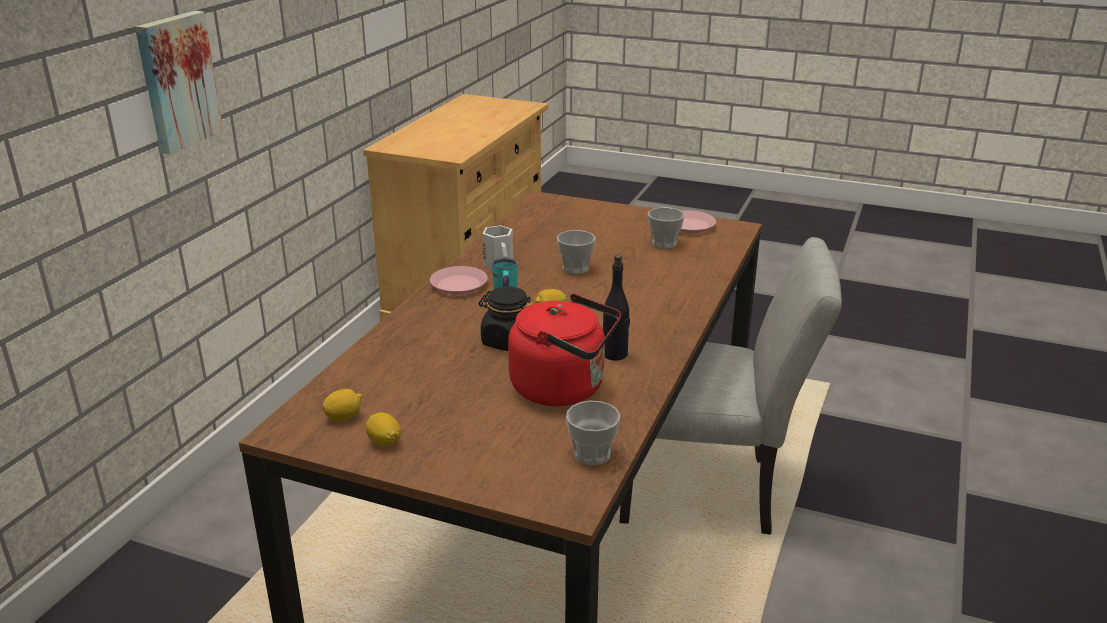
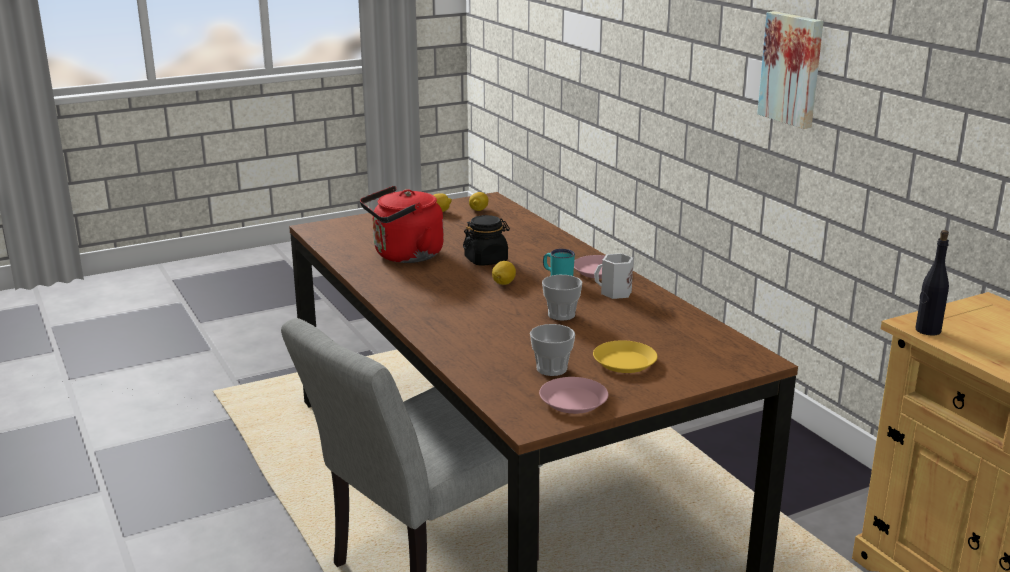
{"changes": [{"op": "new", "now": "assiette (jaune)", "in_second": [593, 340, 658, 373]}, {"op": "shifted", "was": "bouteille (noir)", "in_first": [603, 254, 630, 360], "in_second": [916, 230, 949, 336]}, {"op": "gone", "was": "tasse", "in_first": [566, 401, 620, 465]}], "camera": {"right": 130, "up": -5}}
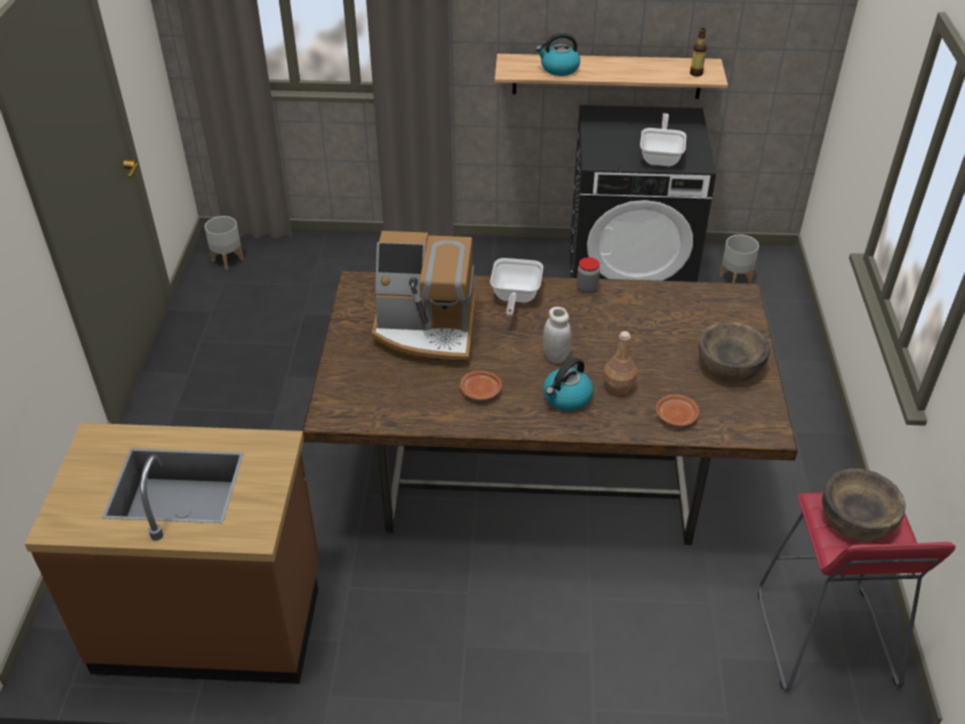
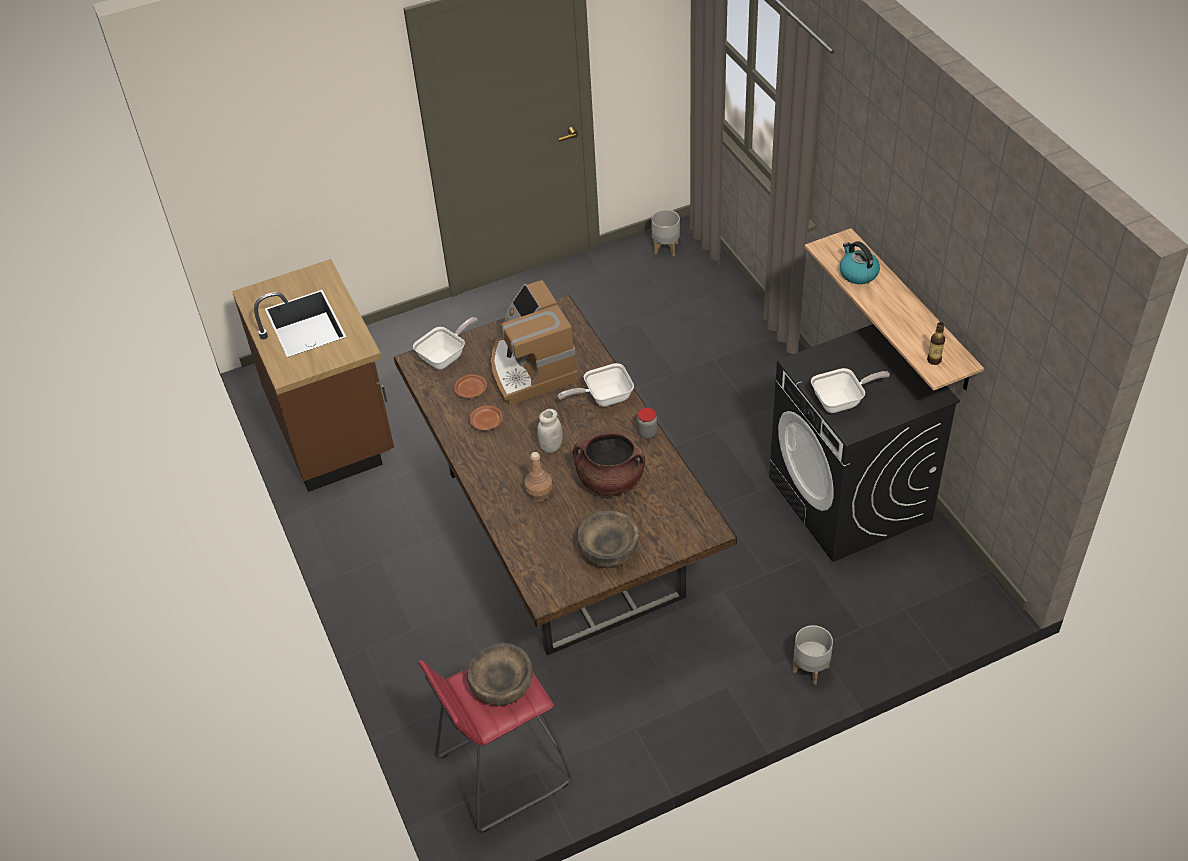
{"changes": [{"op": "new", "now": "poêle", "in_second": [413, 317, 478, 370]}, {"op": "shifted", "was": "assiette (marron)", "in_first": [656, 394, 699, 426], "in_second": [454, 374, 487, 398]}, {"op": "new", "now": "marmite (marron)", "in_second": [573, 432, 645, 496]}, {"op": "shifted", "was": "cache-pot (gris)", "in_first": [720, 235, 759, 283], "in_second": [793, 625, 833, 685]}, {"op": "gone", "was": "bouilloire", "in_first": [543, 358, 593, 411]}], "camera": {"right": 65, "up": 5}}
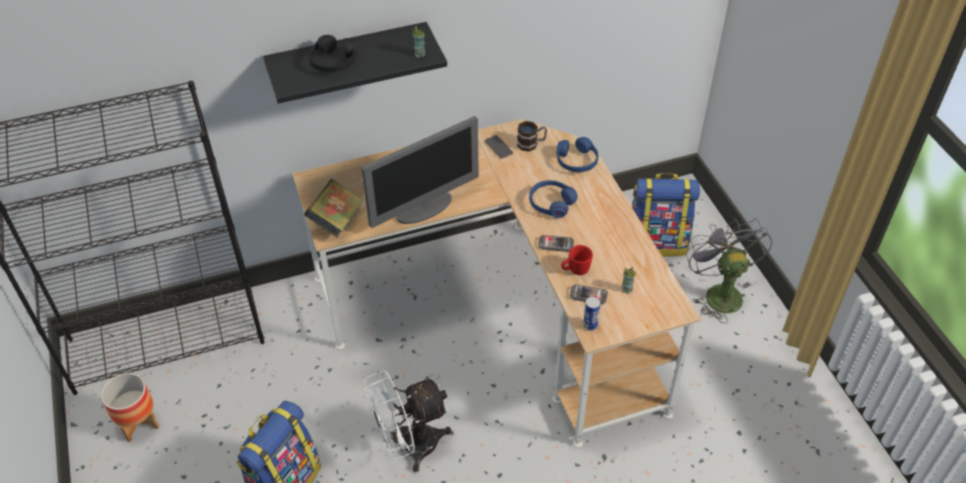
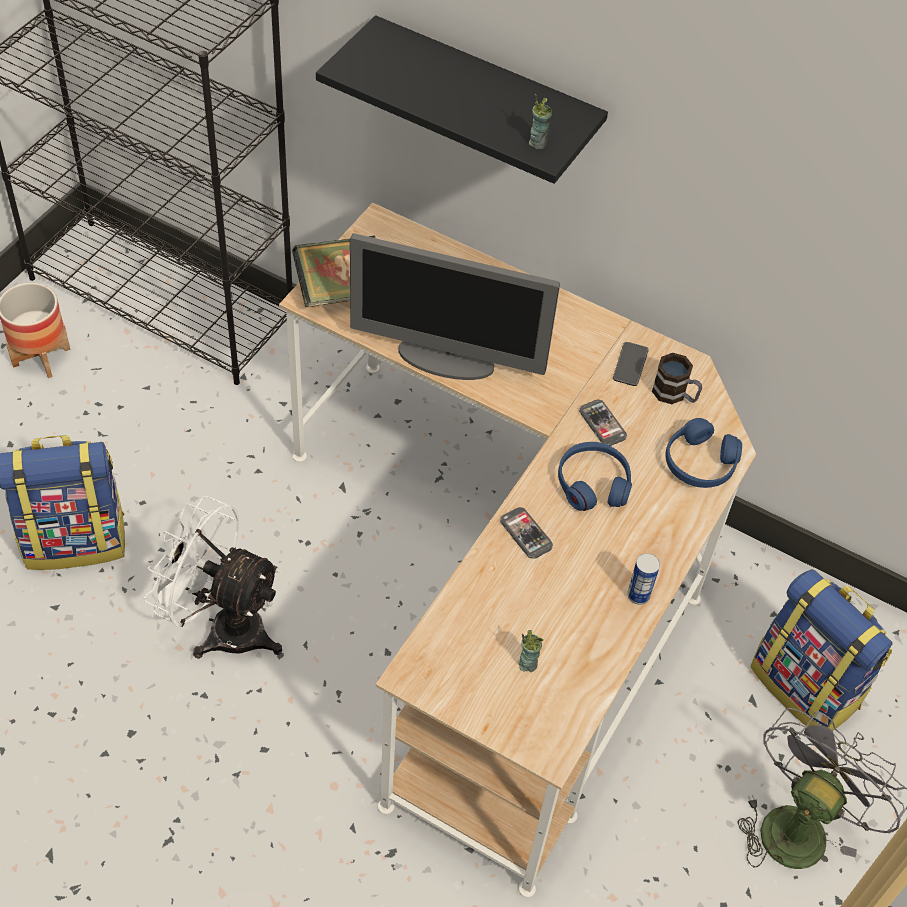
{"changes": [{"op": "shifted", "was": "téléphone", "in_first": [570, 284, 608, 305], "in_second": [579, 400, 627, 446]}, {"op": "shifted", "was": "boîte métallique", "in_first": [583, 297, 601, 331], "in_second": [627, 553, 660, 605]}, {"op": "gone", "was": "casque audio (noir)", "in_first": [308, 35, 357, 72]}, {"op": "gone", "was": "mug (rouge)", "in_first": [561, 245, 593, 275]}], "camera": {"right": 45, "up": 5}}
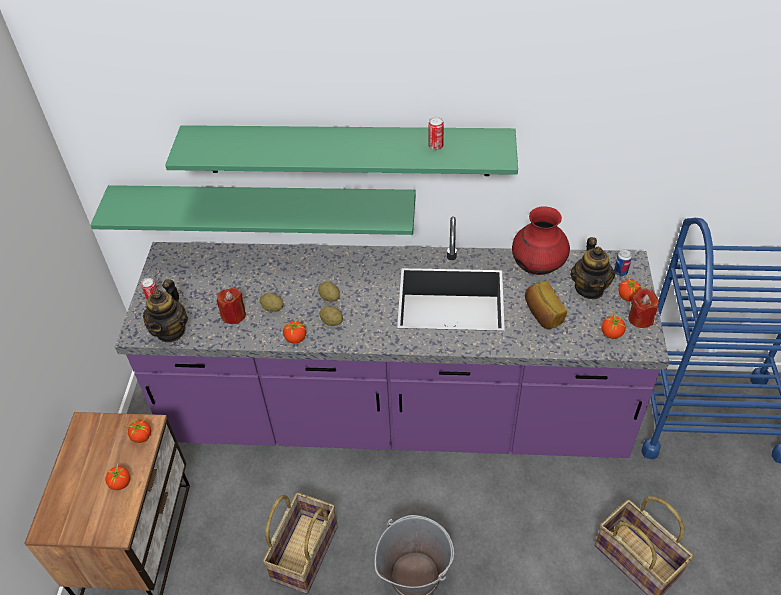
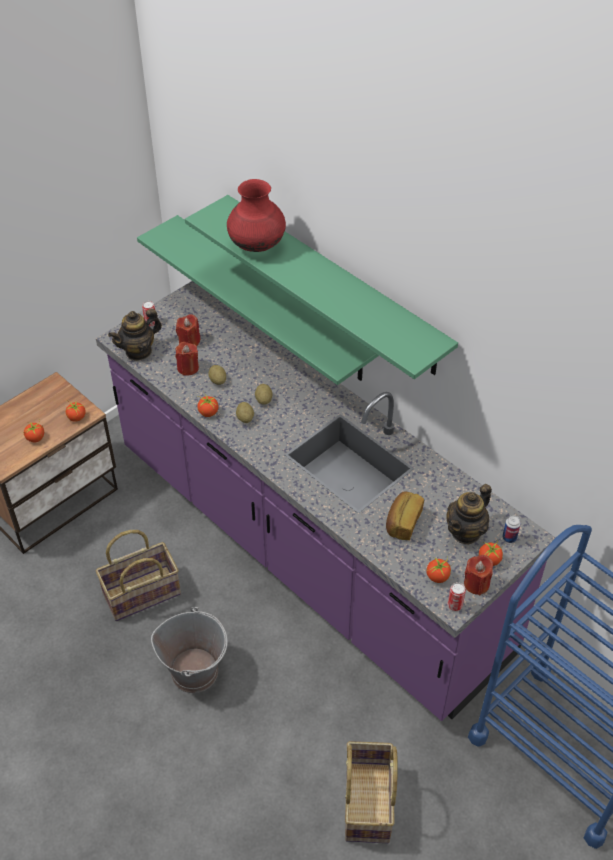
{"changes": [{"op": "new", "now": "bougie (rouge)", "in_second": [176, 314, 200, 346]}, {"op": "shifted", "was": "vase (rouge)", "in_first": [512, 206, 570, 275], "in_second": [227, 179, 286, 252]}, {"op": "shifted", "was": "boîte métallique", "in_first": [428, 117, 444, 150], "in_second": [448, 582, 466, 611]}], "camera": {"right": 40, "up": 0}}
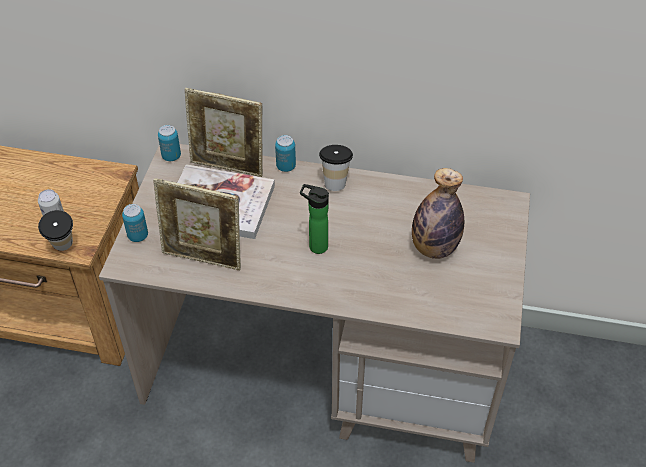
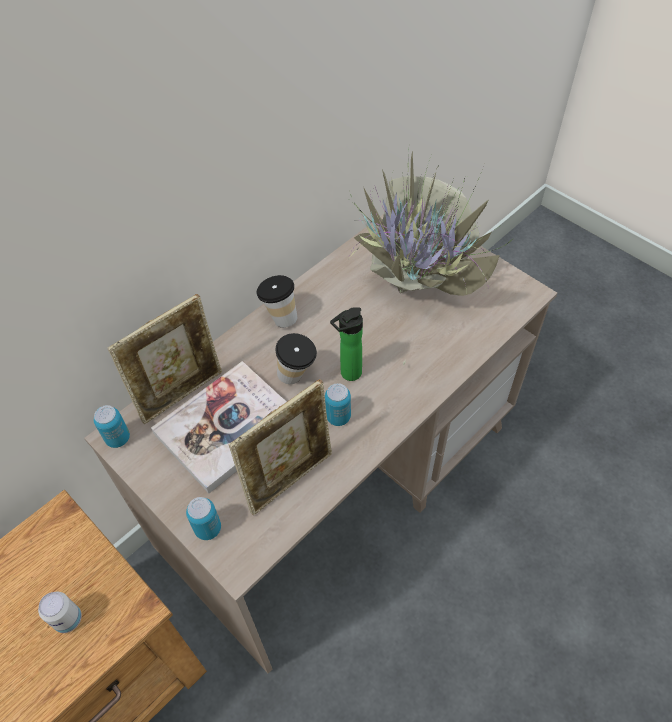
{"changes": [{"op": "shifted", "was": "tasse", "in_first": [38, 210, 73, 251], "in_second": [276, 333, 317, 384]}, {"op": "swapped", "was": "bouteille", "now": "plante en pot", "in_first": [412, 168, 464, 259], "in_second": [324, 150, 512, 366]}, {"op": "shifted", "was": "boîte métallique", "in_first": [275, 135, 296, 172], "in_second": [325, 383, 351, 426]}], "camera": {"right": -55, "up": 5}}
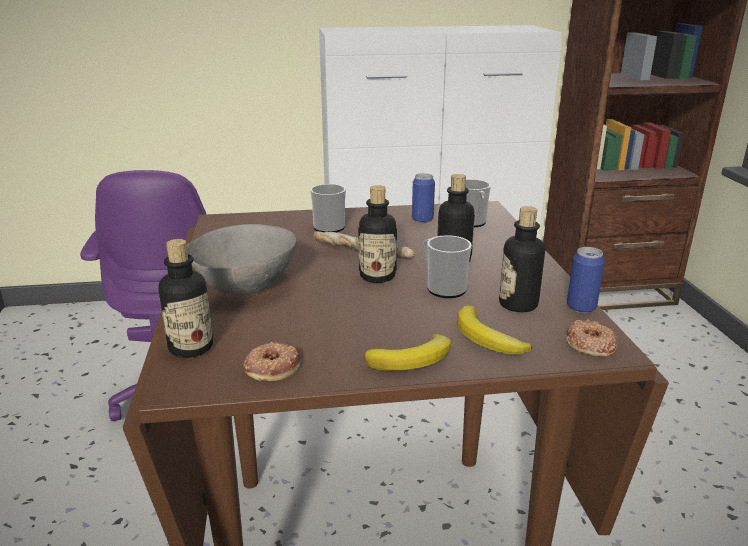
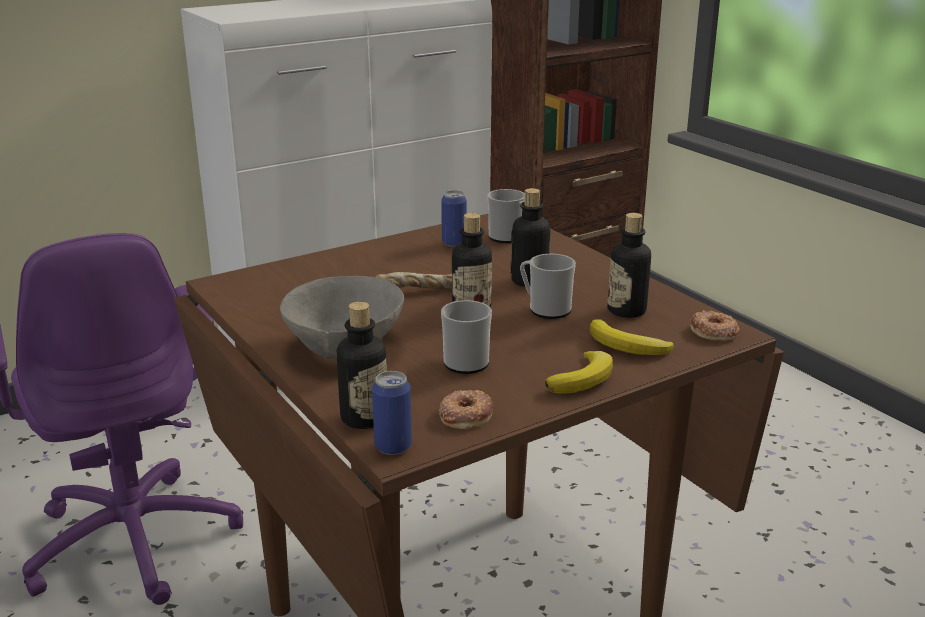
{"changes": [{"op": "shifted", "was": "boîte métallique", "in_first": [567, 247, 605, 313], "in_second": [372, 371, 412, 455]}, {"op": "shifted", "was": "mug", "in_first": [310, 184, 346, 232], "in_second": [441, 300, 492, 374]}], "camera": {"right": -25, "up": 0}}
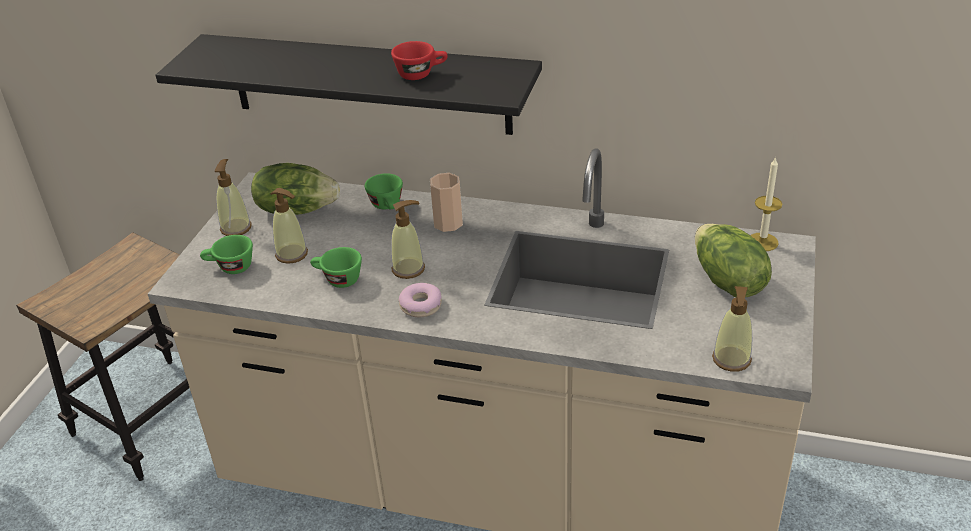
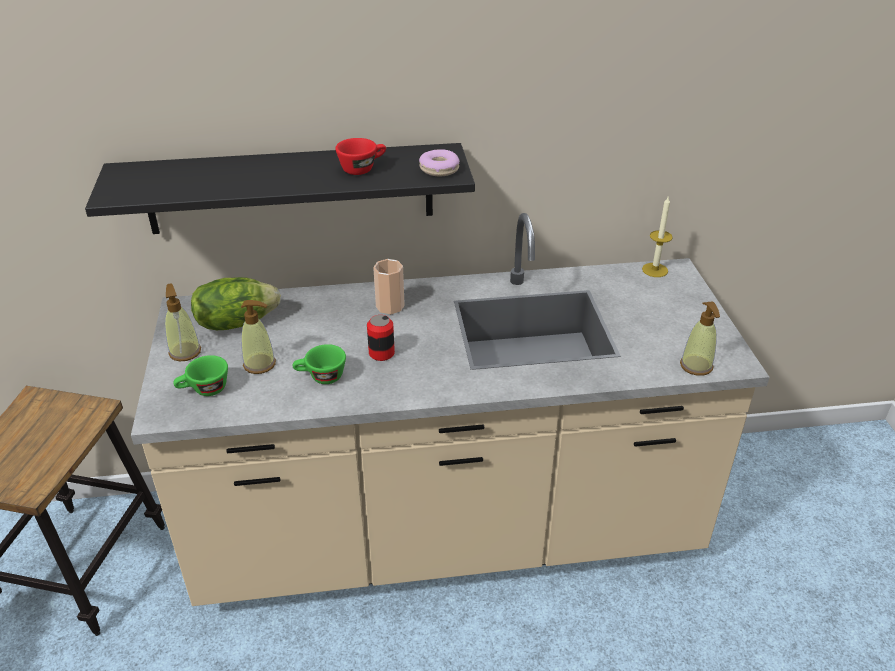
{"changes": [{"op": "swapped", "was": "distributeur de savon", "now": "boîte métallique", "in_first": [391, 200, 425, 279], "in_second": [367, 315, 395, 361]}, {"op": "shifted", "was": "beignet", "in_first": [399, 283, 442, 317], "in_second": [419, 149, 460, 176]}, {"op": "gone", "was": "tasse (vert)", "in_first": [365, 173, 403, 209]}, {"op": "gone", "was": "laitue", "in_first": [695, 224, 772, 297]}], "camera": {"right": -25, "up": 0}}
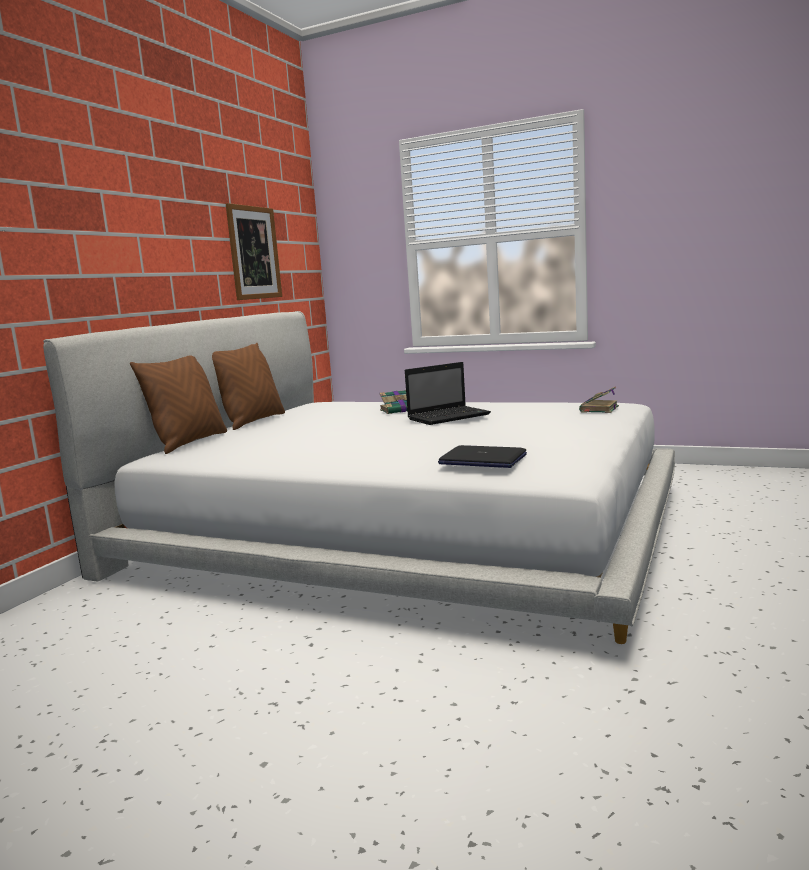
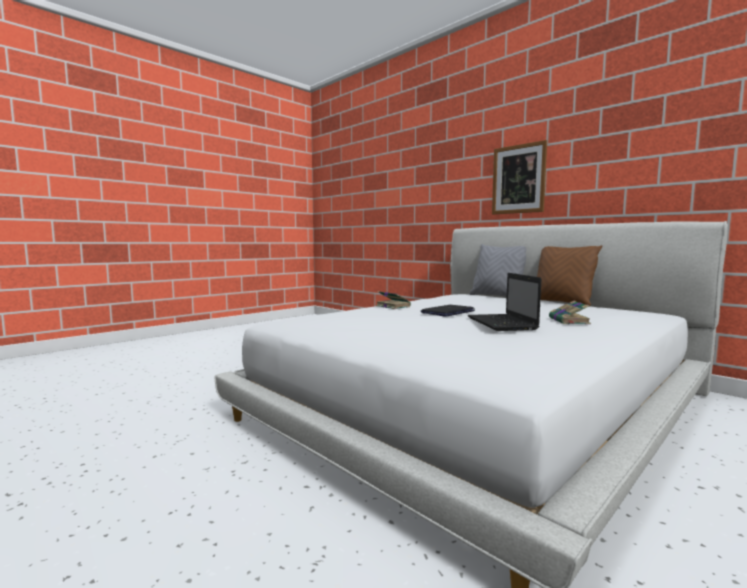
{"changes": [{"op": "shifted", "was": "livre", "in_first": [579, 386, 619, 413], "in_second": [376, 291, 411, 309]}, {"op": "shifted", "was": "ordinateur portable", "in_first": [438, 445, 527, 468], "in_second": [421, 305, 475, 317]}, {"op": "repainted", "was": "coussin (marron)", "now": "coussin (gris)", "in_first": [130, 355, 227, 454], "in_second": [469, 244, 526, 296]}, {"op": "shifted", "was": "tableau", "in_first": [226, 203, 282, 300], "in_second": [492, 140, 547, 214]}], "camera": {"right": 110, "up": -5}}
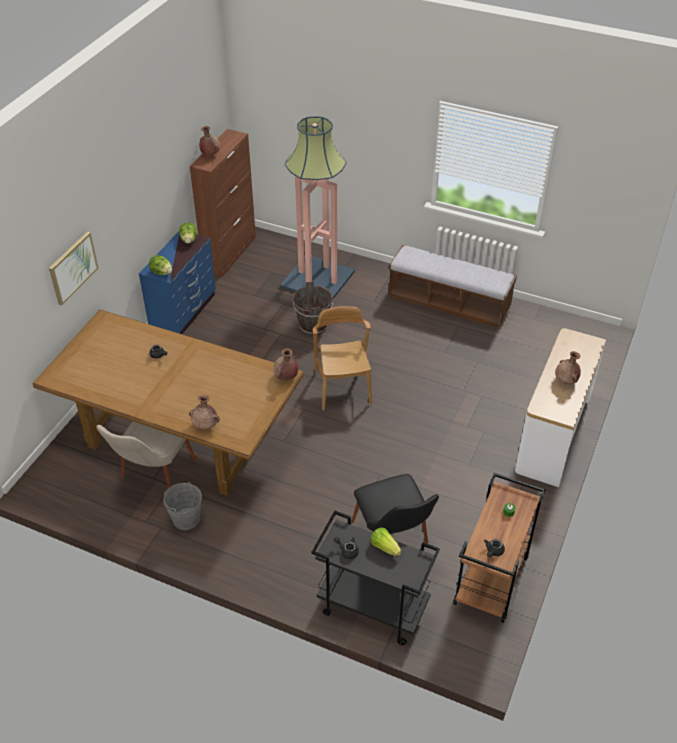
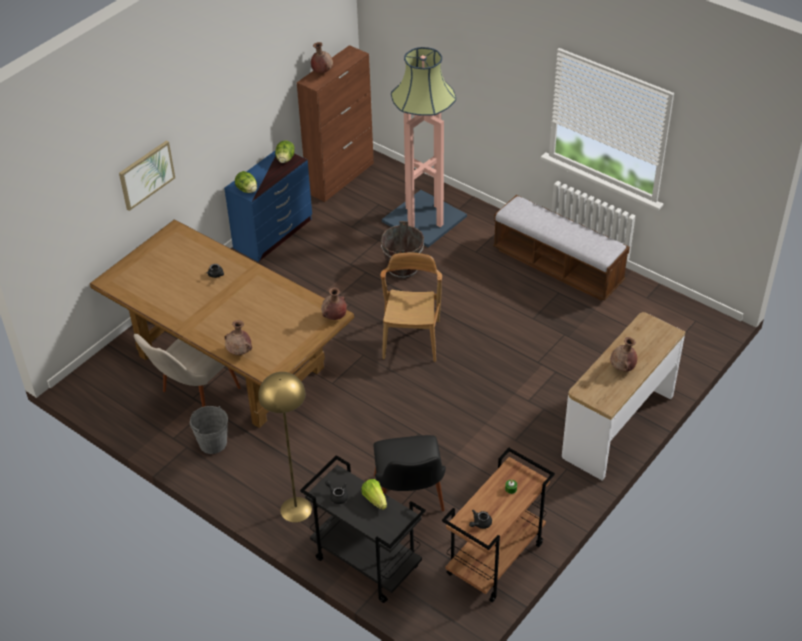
{"changes": [{"op": "new", "now": "lampadaire (jaune)", "in_second": [258, 372, 312, 522]}], "camera": {"right": 15, "up": 0}}
